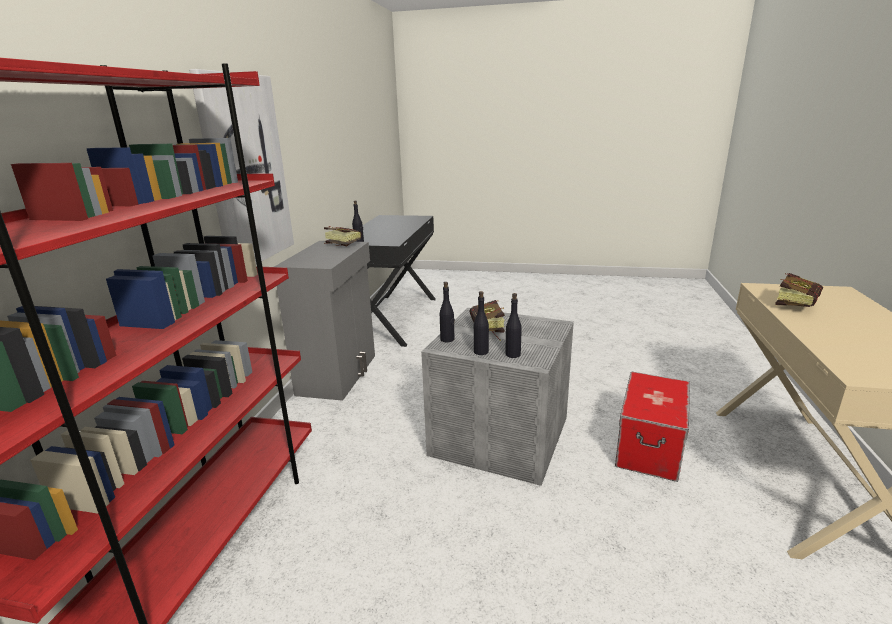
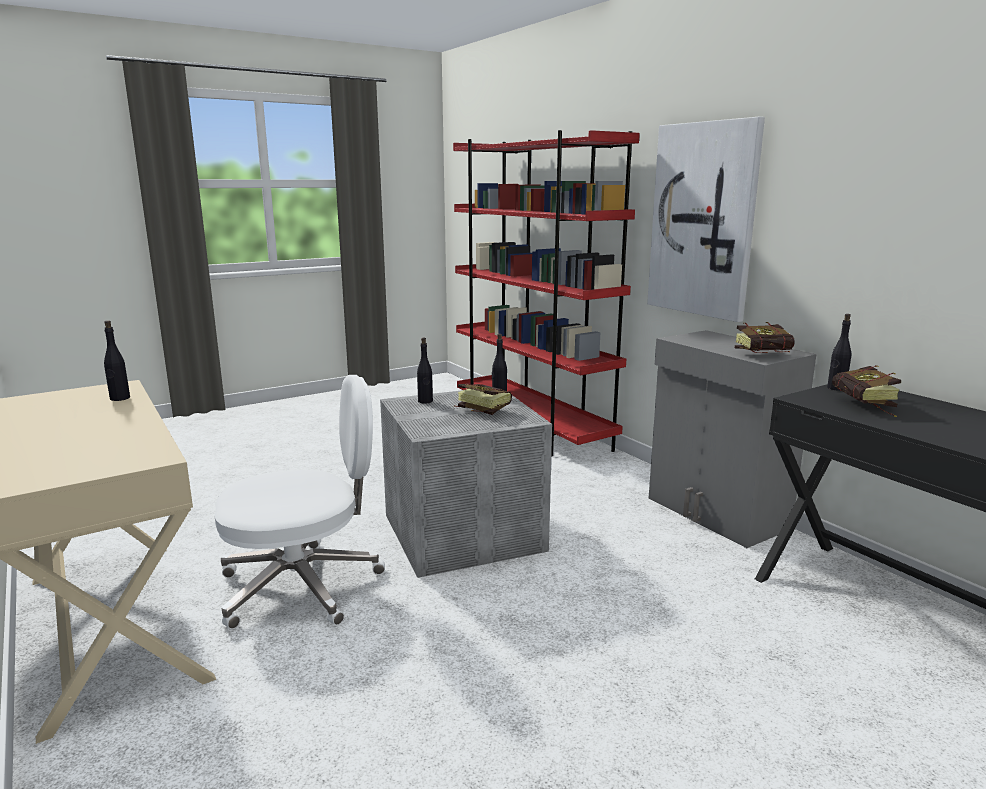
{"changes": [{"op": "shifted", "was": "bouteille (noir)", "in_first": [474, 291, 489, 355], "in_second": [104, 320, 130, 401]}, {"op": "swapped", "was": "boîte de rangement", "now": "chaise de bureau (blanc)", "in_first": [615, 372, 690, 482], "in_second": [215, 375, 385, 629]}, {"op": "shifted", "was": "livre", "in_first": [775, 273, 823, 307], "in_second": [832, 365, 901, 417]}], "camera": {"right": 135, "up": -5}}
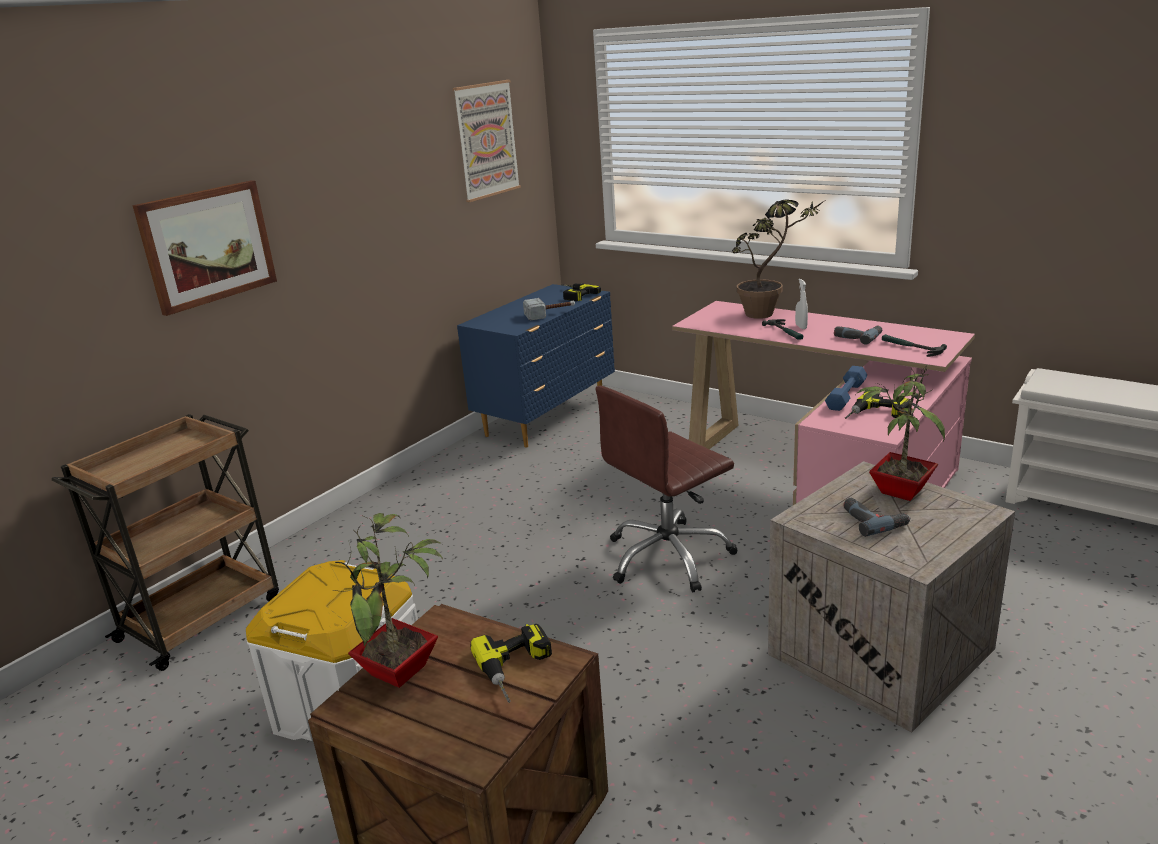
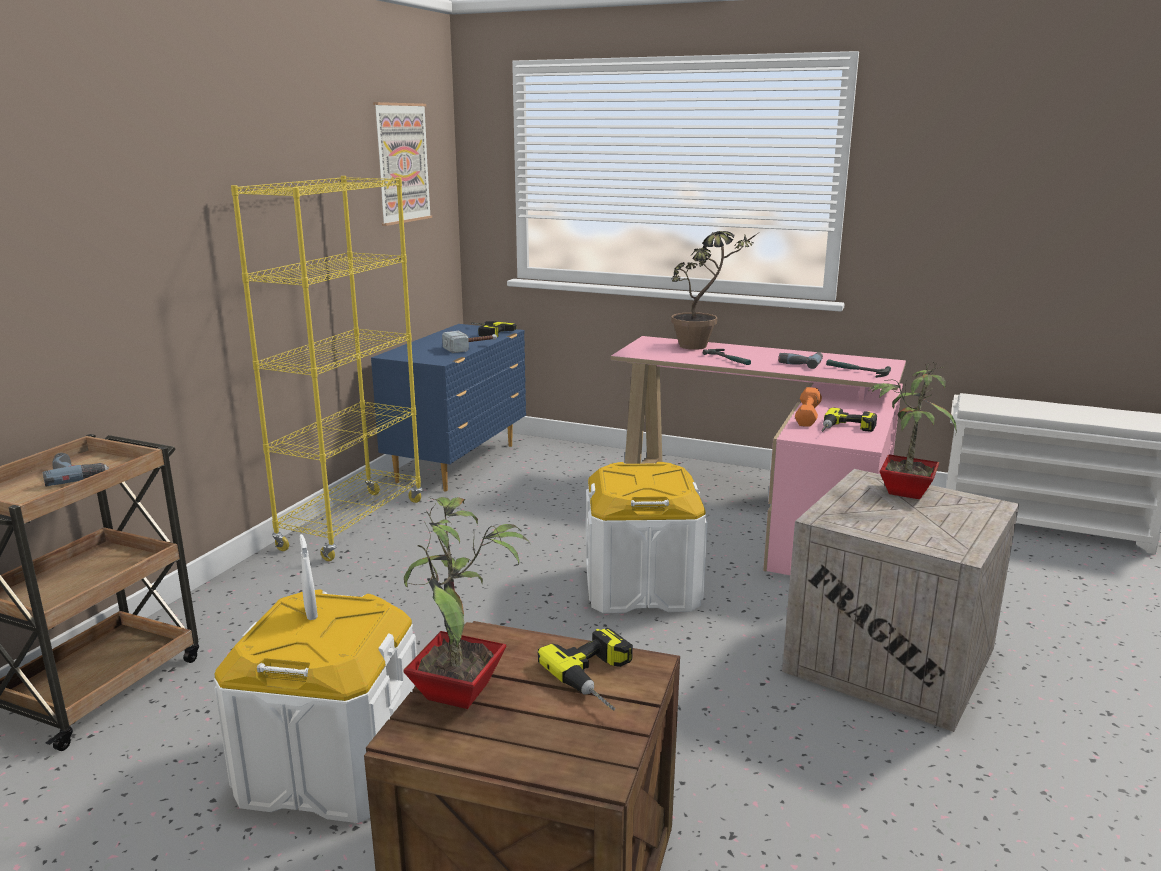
{"changes": [{"op": "shifted", "was": "perceuse", "in_first": [843, 498, 910, 537], "in_second": [42, 453, 109, 486]}, {"op": "new", "now": "bibliothèque (jaune)", "in_second": [231, 176, 423, 561]}, {"op": "shifted", "was": "vaporisateur (blanc)", "in_first": [795, 279, 808, 329], "in_second": [300, 534, 318, 620]}, {"op": "swapped", "was": "chaise de bureau (marron)", "now": "boîte de rangement (blanc)", "in_first": [596, 386, 738, 592], "in_second": [586, 462, 707, 613]}, {"op": "repainted", "was": "haltère (bleu)", "now": "haltère (orange)", "in_first": [825, 366, 867, 411], "in_second": [795, 387, 822, 427]}, {"op": "gone", "was": "tableau", "in_first": [133, 180, 277, 316]}], "camera": {"right": -15, "up": -5}}
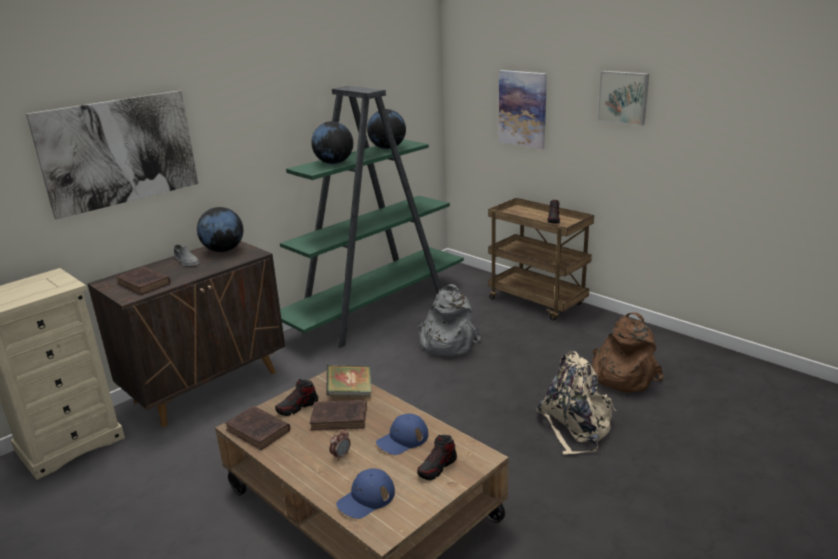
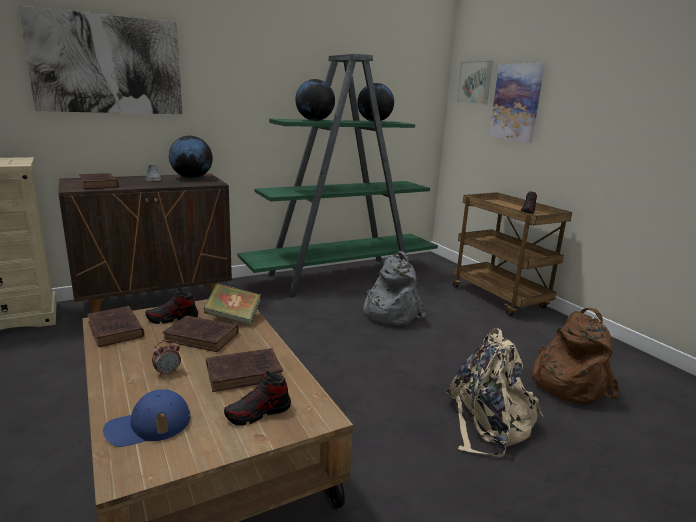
{"changes": [{"op": "swapped", "was": "casquette (bleu)", "now": "livre (marron)", "in_first": [376, 413, 428, 455], "in_second": [206, 348, 283, 392]}, {"op": "shifted", "was": "tableau", "in_first": [597, 71, 649, 126], "in_second": [457, 61, 493, 104]}], "camera": {"right": 15, "up": -5}}
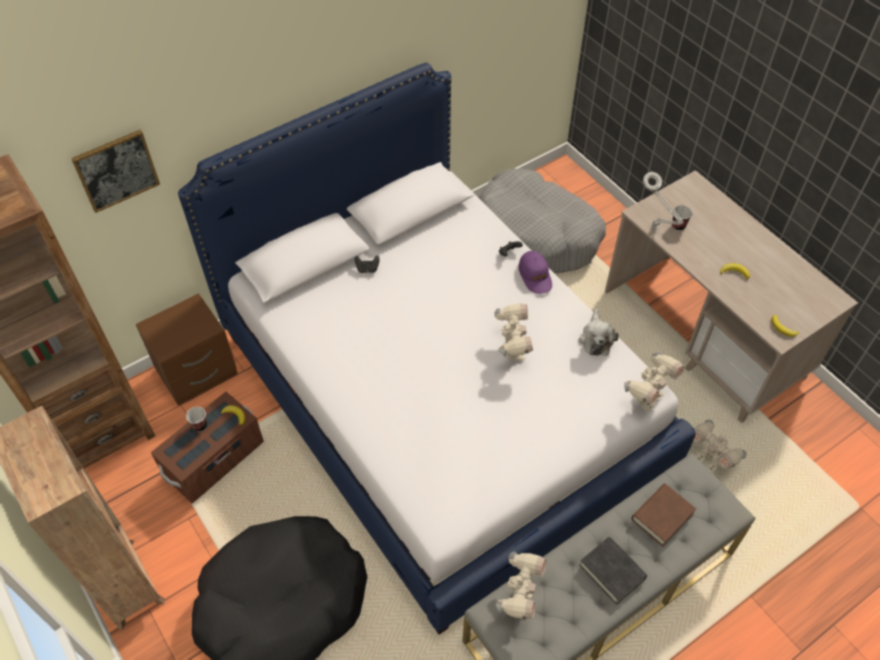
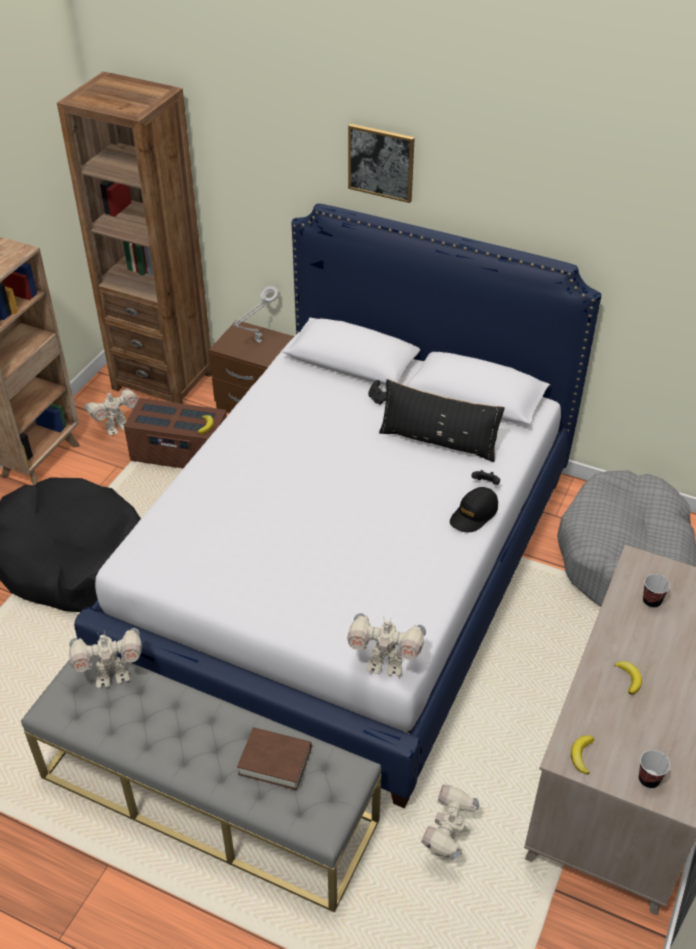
{"changes": [{"op": "shifted", "was": "robot jouet", "in_first": [494, 303, 533, 361], "in_second": [85, 389, 138, 436]}, {"op": "shifted", "was": "lampe de table (gris)", "in_first": [643, 172, 683, 230], "in_second": [233, 286, 279, 343]}, {"op": "shifted", "was": "tableau", "in_first": [71, 130, 160, 213], "in_second": [348, 124, 415, 203]}, {"op": "new", "now": "coussin (noir)", "in_second": [379, 379, 505, 462]}, {"op": "repainted", "was": "casquette (violet)", "now": "casquette (noir)", "in_first": [519, 251, 552, 294], "in_second": [450, 487, 498, 532]}, {"op": "shifted", "was": "tasse", "in_first": [186, 407, 207, 432], "in_second": [639, 750, 670, 789]}, {"op": "gone", "was": "peluche", "in_first": [579, 309, 619, 356]}, {"op": "gone", "was": "livre (noir)", "in_first": [579, 537, 647, 605]}], "camera": {"right": 60, "up": -10}}
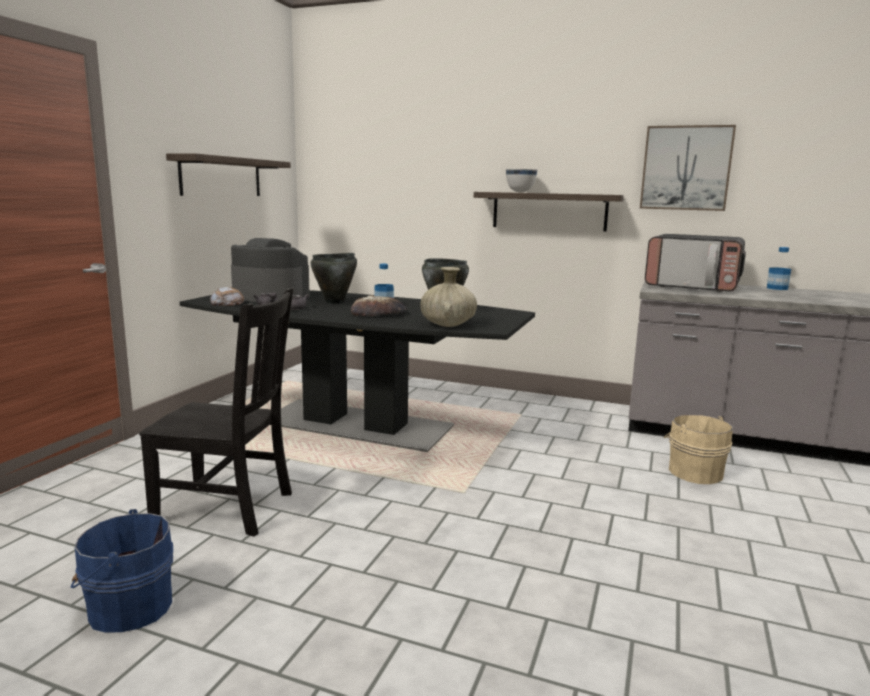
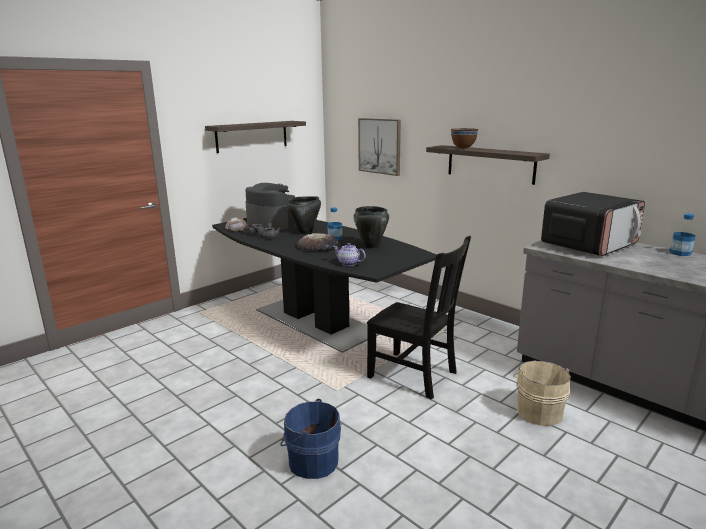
{"changes": [{"op": "shifted", "was": "seau (bleu)", "in_first": [71, 509, 173, 633], "in_second": [280, 399, 341, 479]}, {"op": "swapped", "was": "vase (beige)", "now": "théière", "in_first": [420, 267, 477, 327], "in_second": [333, 243, 366, 266]}, {"op": "shifted", "was": "tableau", "in_first": [640, 125, 736, 211], "in_second": [358, 118, 401, 176]}, {"op": "shifted", "was": "chaise (noir)", "in_first": [139, 288, 294, 537], "in_second": [367, 236, 471, 399]}, {"op": "repainted", "was": "bol (blanc)", "now": "bol (marron)", "in_first": [506, 169, 537, 193], "in_second": [451, 128, 478, 148]}, {"op": "rotated", "was": "micro-ondes", "in_first": [645, 234, 746, 292], "in_second": [541, 192, 645, 256], "clockwise": -90}], "camera": {"right": 25, "up": 5}}
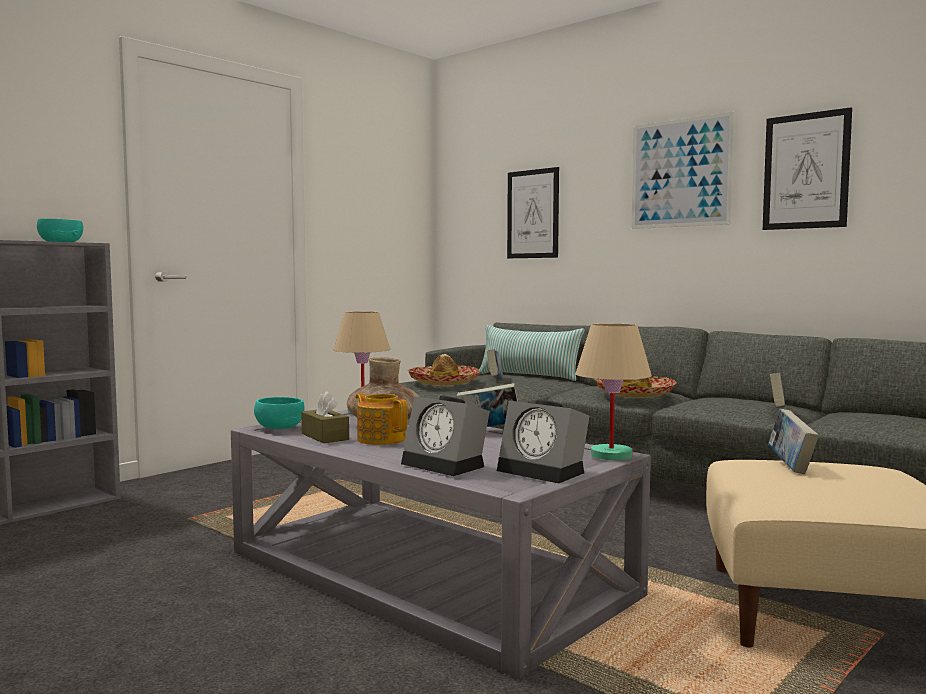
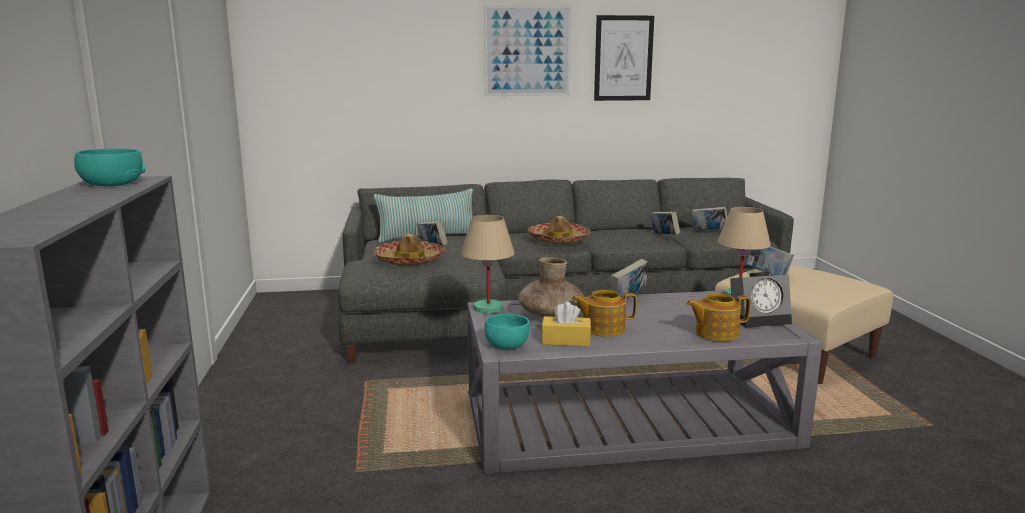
{"changes": [{"op": "repainted", "was": "boîte à mouchoirs (marron)", "now": "boîte à mouchoirs (jaune)", "in_first": [301, 391, 349, 443], "in_second": [541, 302, 591, 347]}, {"op": "swapped", "was": "réveil", "now": "théière", "in_first": [401, 396, 490, 476], "in_second": [686, 293, 751, 341]}, {"op": "new", "now": "livre", "in_second": [692, 207, 728, 231]}, {"op": "gone", "was": "tableau", "in_first": [507, 167, 559, 258]}], "camera": {"right": -50, "up": 10}}
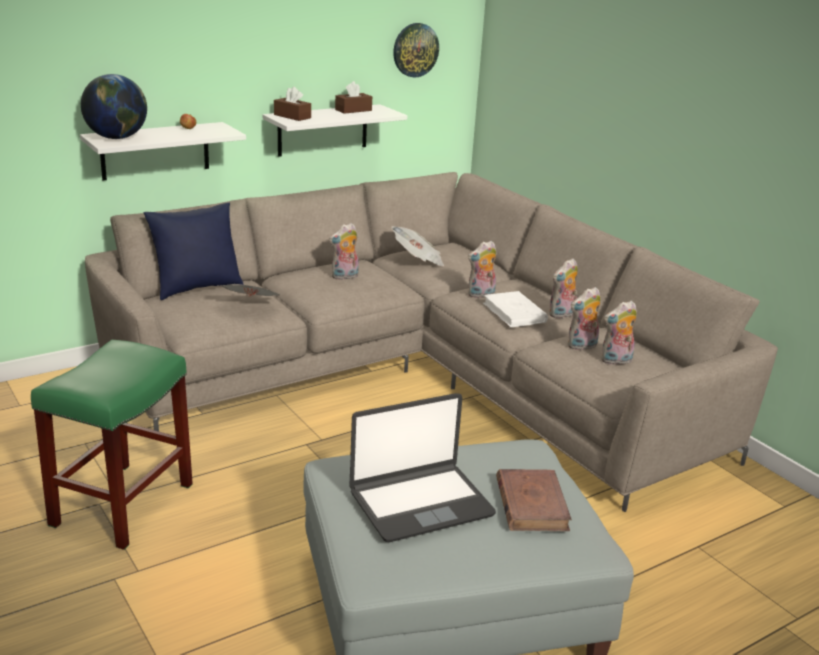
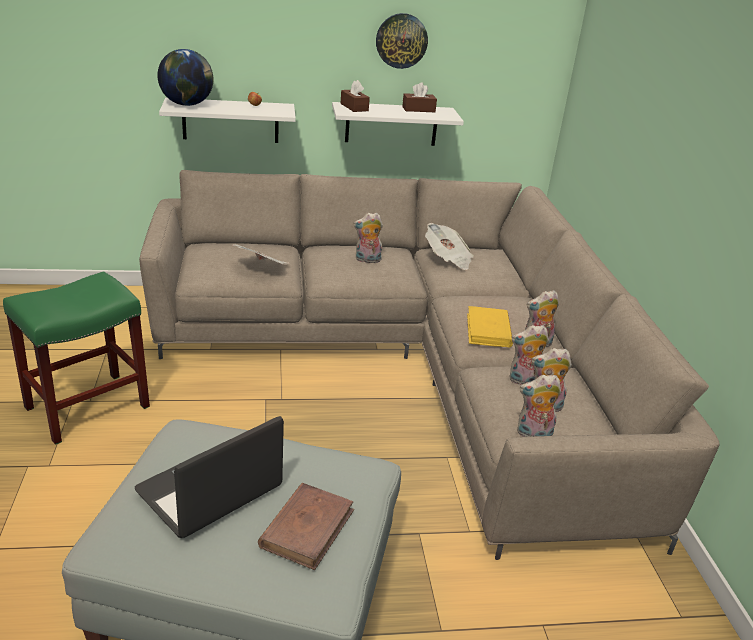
{"changes": [{"op": "rotated", "was": "ordinateur portable", "in_first": [350, 393, 496, 542], "in_second": [135, 416, 284, 538], "clockwise": 135}, {"op": "shifted", "was": "horloge murale", "in_first": [393, 23, 439, 77], "in_second": [376, 13, 428, 69]}, {"op": "repainted", "was": "livre (blanc)", "now": "livre (jaune)", "in_first": [483, 291, 548, 327], "in_second": [467, 306, 513, 348]}, {"op": "shifted", "was": "peluche", "in_first": [468, 241, 497, 299], "in_second": [517, 375, 562, 437]}, {"op": "gone", "was": "coussin (bleu)", "in_first": [144, 202, 243, 300]}], "camera": {"right": 25, "up": 5}}
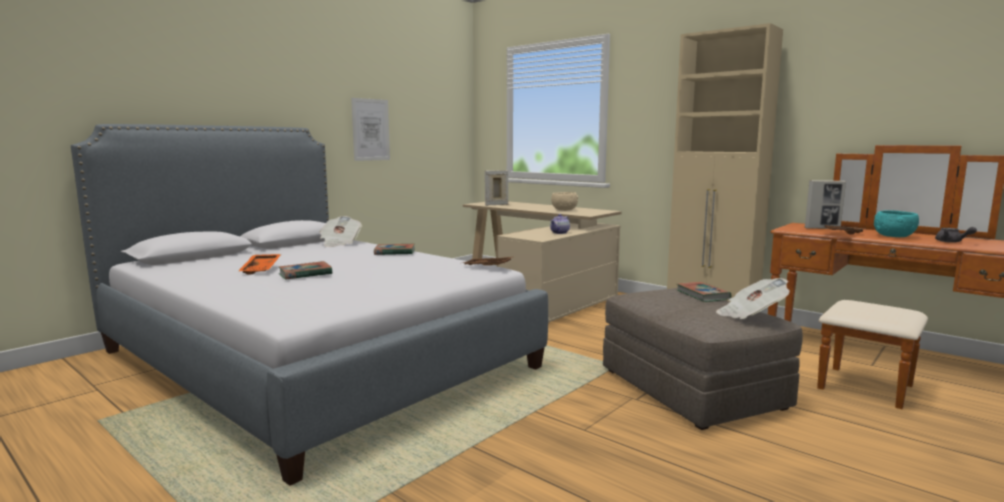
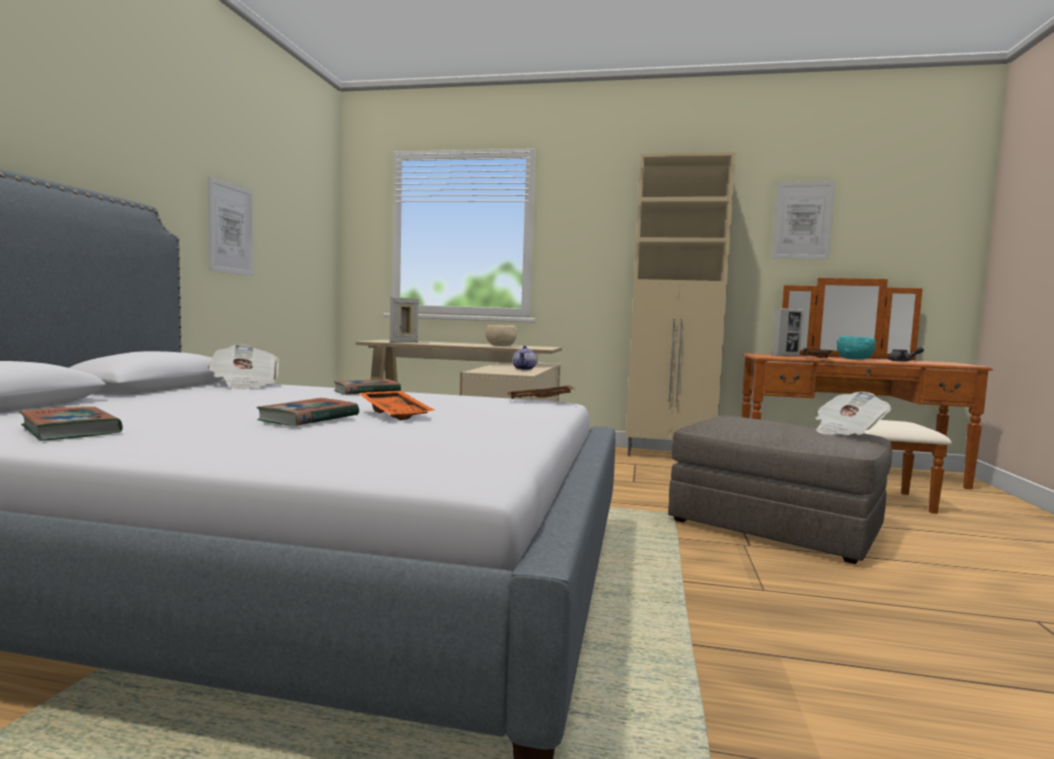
{"changes": [{"op": "shifted", "was": "livre", "in_first": [677, 282, 731, 302], "in_second": [19, 407, 123, 441]}, {"op": "shifted", "was": "plateau (orange)", "in_first": [238, 254, 281, 274], "in_second": [358, 391, 434, 420]}, {"op": "new", "now": "tableau", "in_second": [771, 181, 836, 260]}], "camera": {"right": -30, "up": -5}}
